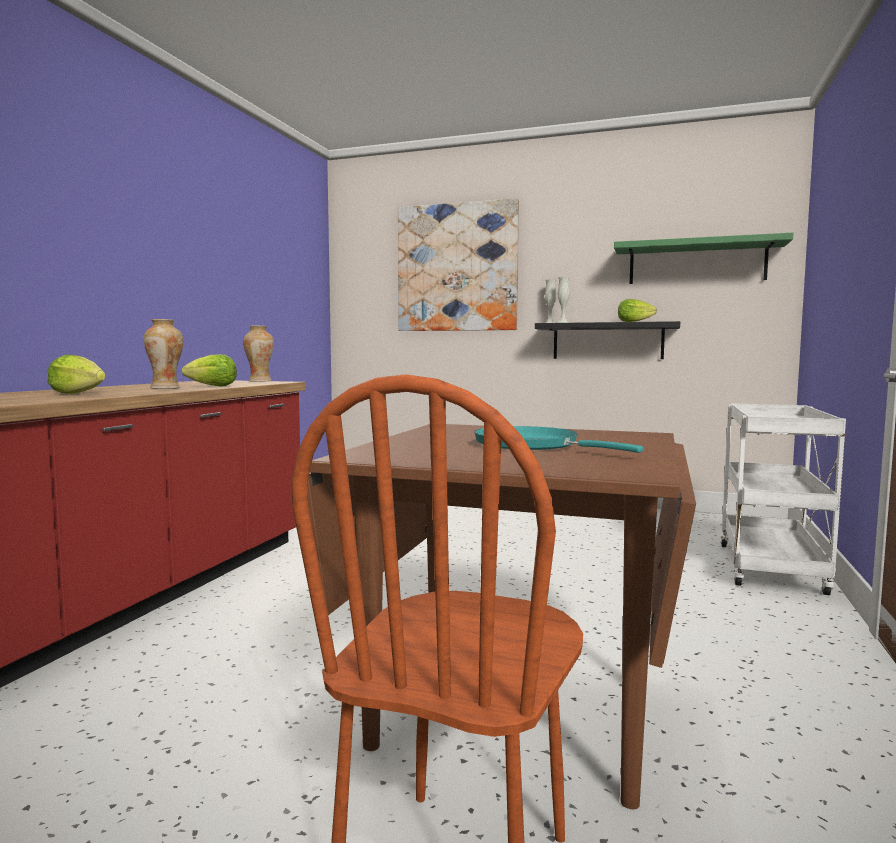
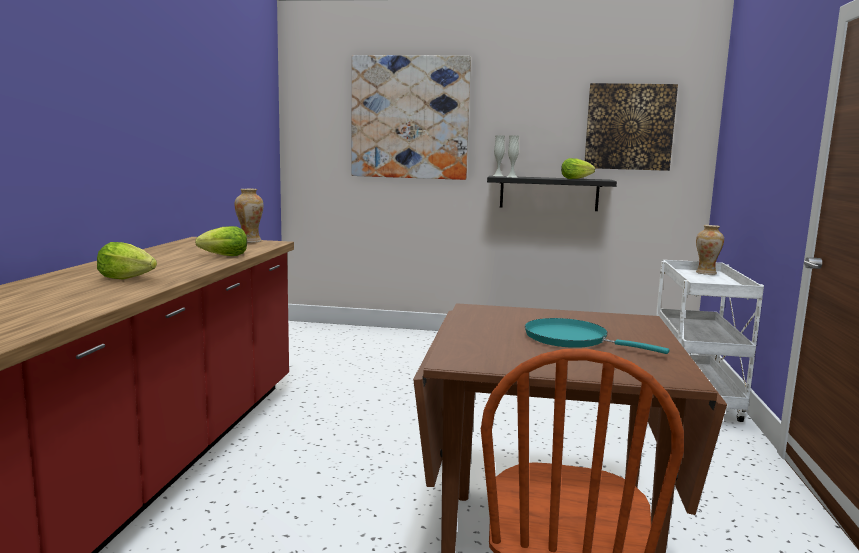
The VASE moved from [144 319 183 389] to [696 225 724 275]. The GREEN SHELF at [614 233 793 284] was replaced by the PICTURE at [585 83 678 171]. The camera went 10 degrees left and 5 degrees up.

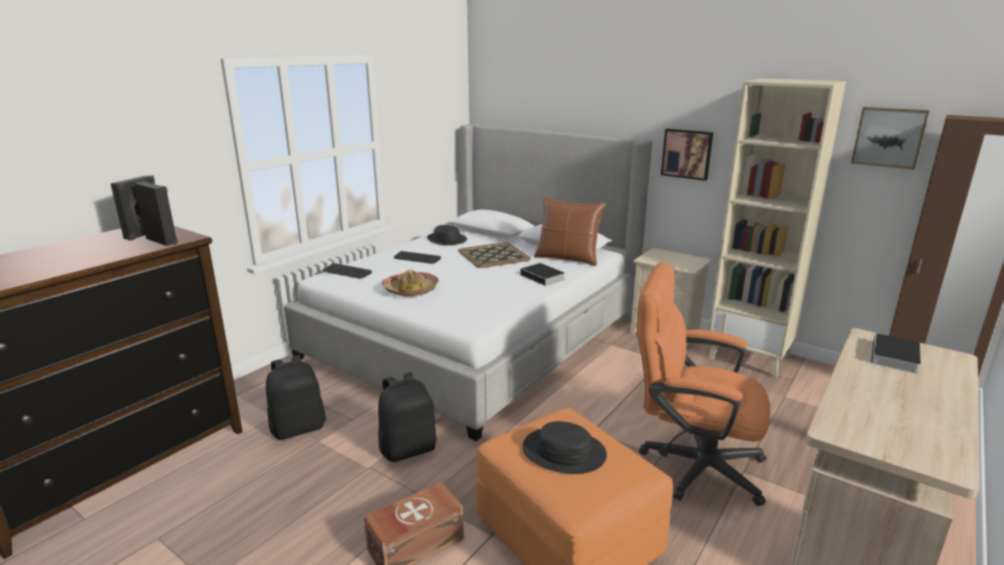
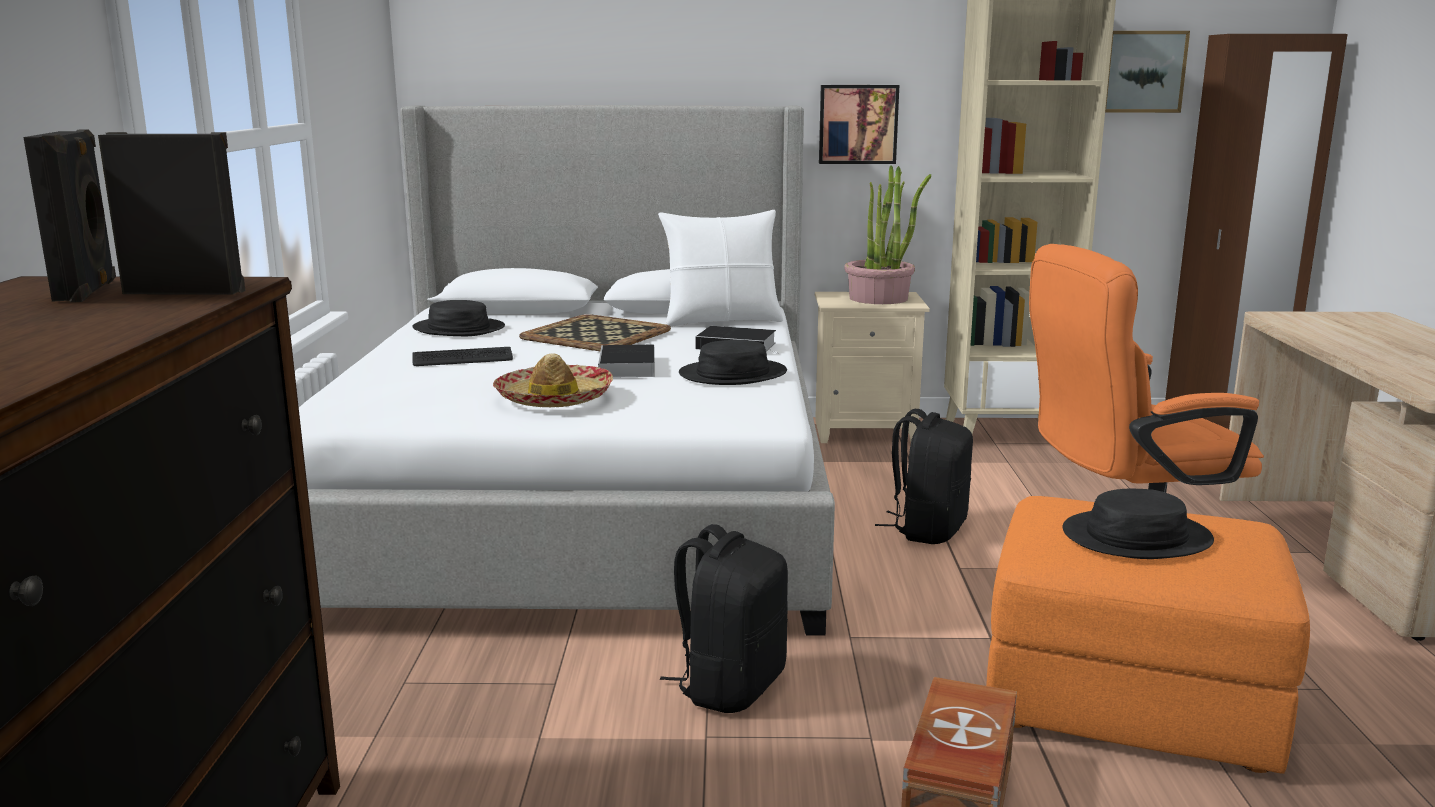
The BLACK BACKPACK moved from [266 355 326 440] to [875 409 973 544]. The KEYBOARD at [323 263 372 278] disappeared. The BROWN PILLOW at [534 196 606 266] became the WHITE PILLOW at [658 210 783 327]. The BOOK moved from [871 333 921 374] to [598 345 655 377]. The BLACK HAT at [679 340 787 385] appeared. The POTTED PLANT at [844 165 931 304] appeared. The camera went 35 degrees left and 5 degrees down.

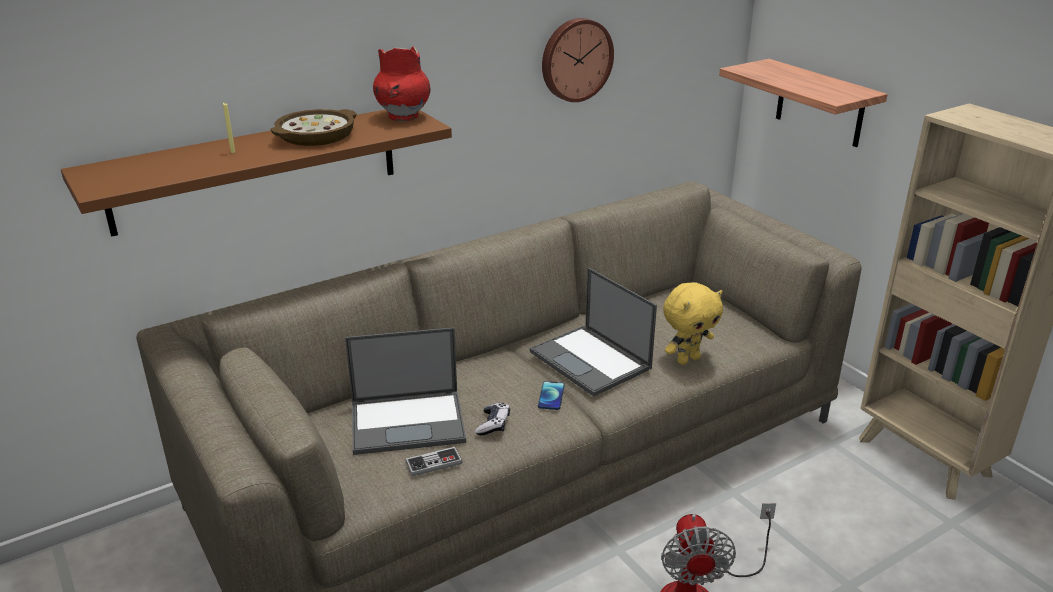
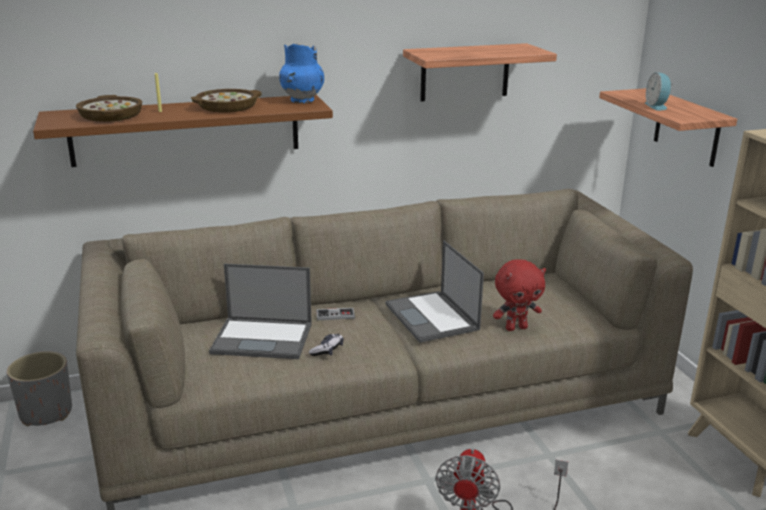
The RED VASE at [373 47 430 122] became the BLUE VASE at [279 44 324 104]. The GAME CONTROLLER moved from [405 447 462 476] to [316 308 355 320]. The PHONE at [538 381 565 410] disappeared. The WALL CLOCK at [542 18 614 102] was replaced by the SHELF at [403 43 557 101]. The YELLOW PLUSH TOY at [663 282 723 365] became the RED PLUSH TOY at [493 259 546 331]. The GREY PLANTER at [7 351 72 427] appeared. The BOWL at [76 95 142 122] appeared. The ALARM CLOCK at [645 72 671 111] appeared. The camera went 15 degrees right and 5 degrees down.

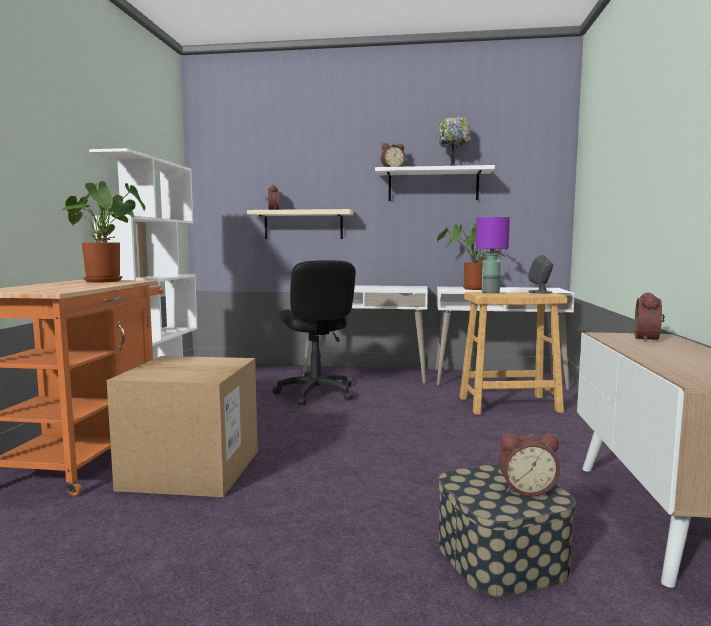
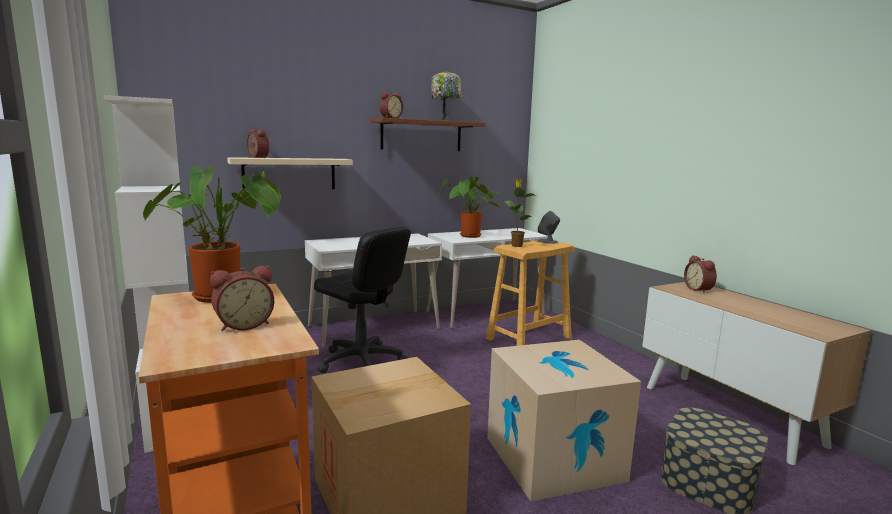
The WHITE SHELF at [375 165 495 201] became the BROWN SHELF at [370 118 486 151]. The PURPLE TABLE LAMP at [476 217 510 293] was replaced by the POTTED PLANT at [503 179 537 247]. The ALARM CLOCK moved from [499 433 560 497] to [210 266 274 331]. The CARDBOARD BOX at [487 340 641 501] appeared. The camera went 35 degrees left and 5 degrees up.

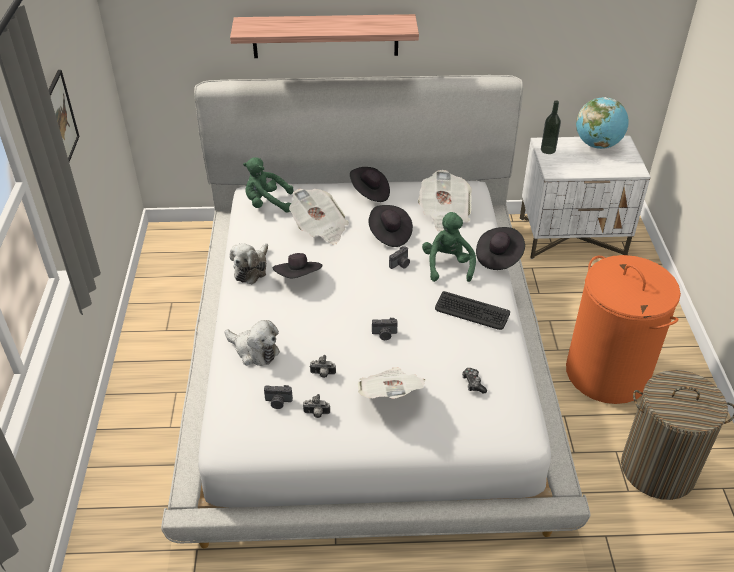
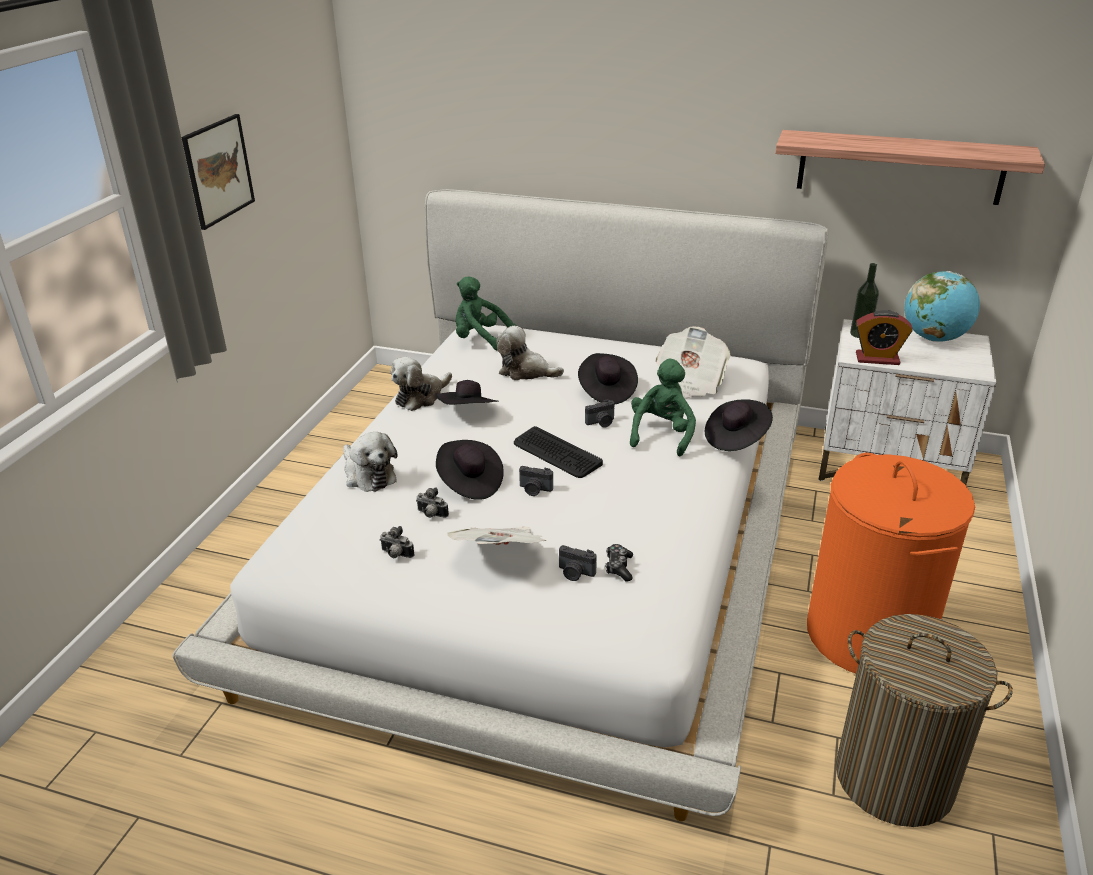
The SHELF moved from [230 14 419 58] to [775 130 1045 205]. The PHOTO CAMERA moved from [264 385 293 409] to [559 545 597 581]. The NEWSPAPER at [289 189 349 244] was replaced by the PLUSH TOY at [496 326 564 380]. The BLACK HAT moved from [350 167 390 202] to [436 440 504 500]. The KEYBOARD moved from [435 291 510 330] to [514 426 603 478]. The ALARM CLOCK at [856 310 913 365] appeared. The camera went 20 degrees right and 10 degrees down.

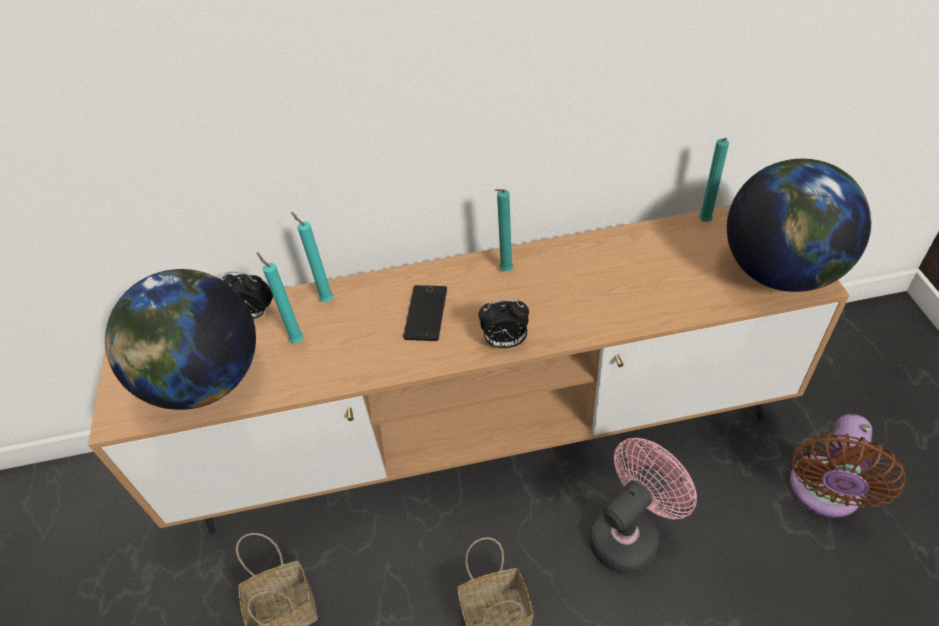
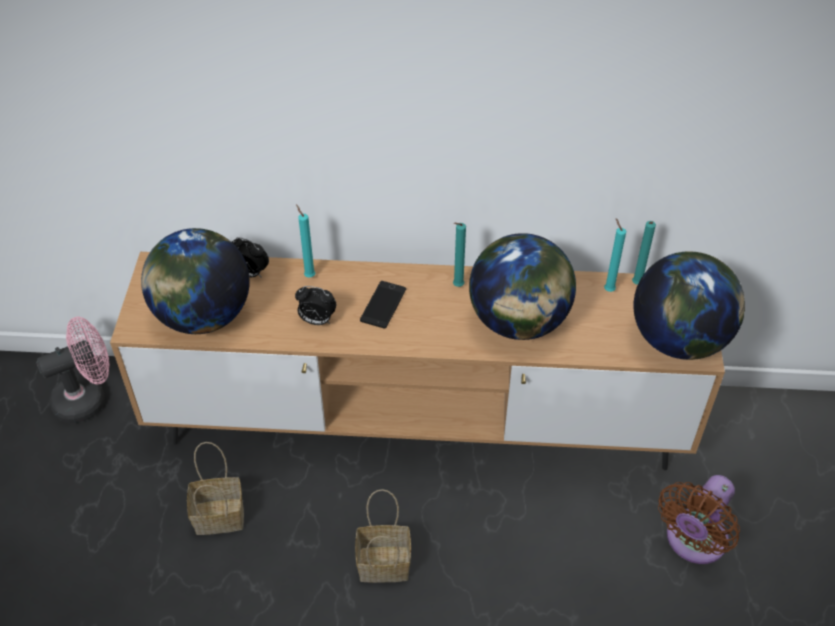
The TURQUOISE CANDLE moved from [256 252 304 343] to [604 218 626 292]. The ALARM CLOCK moved from [478 299 529 348] to [295 286 336 325]. The PINK FAN moved from [589 438 697 574] to [36 317 110 423]. The GLOBE at [469 233 576 340] appeared. The camera went 10 degrees right and 0 degrees up.

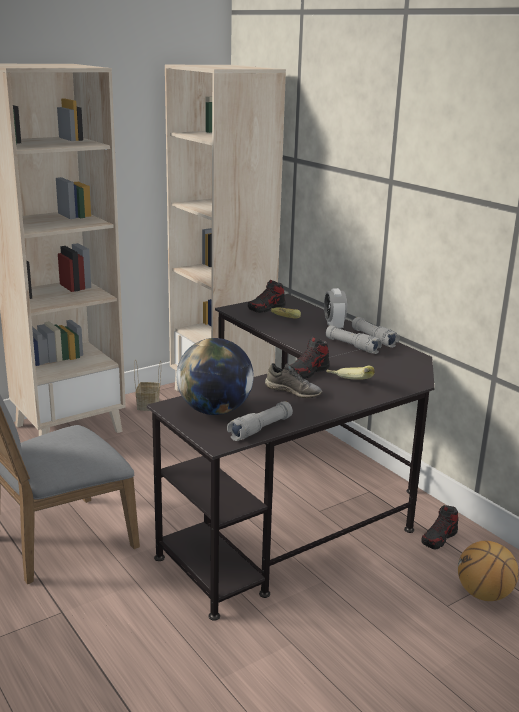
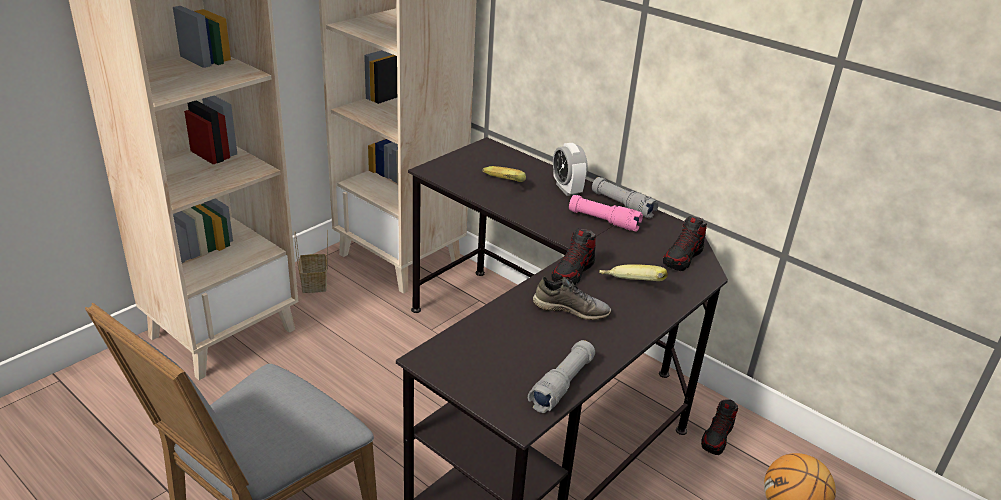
The GLOBE at [176 338 254 415] disappeared. The SHOE moved from [248 280 286 313] to [663 216 707 271]. The GREY FLASHLIGHT at [326 325 382 354] became the PINK FLASHLIGHT at [569 195 643 232]. The camera went 15 degrees left and 10 degrees up.

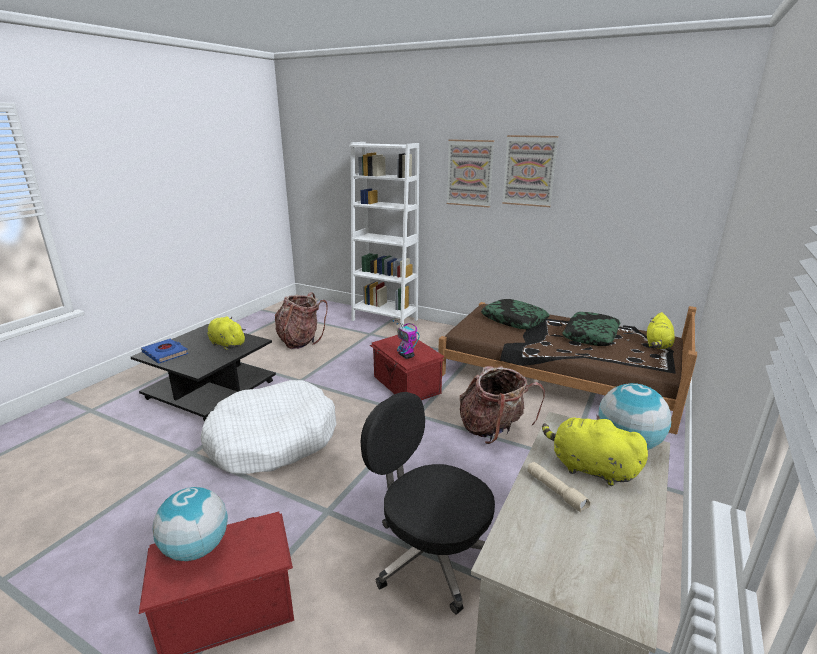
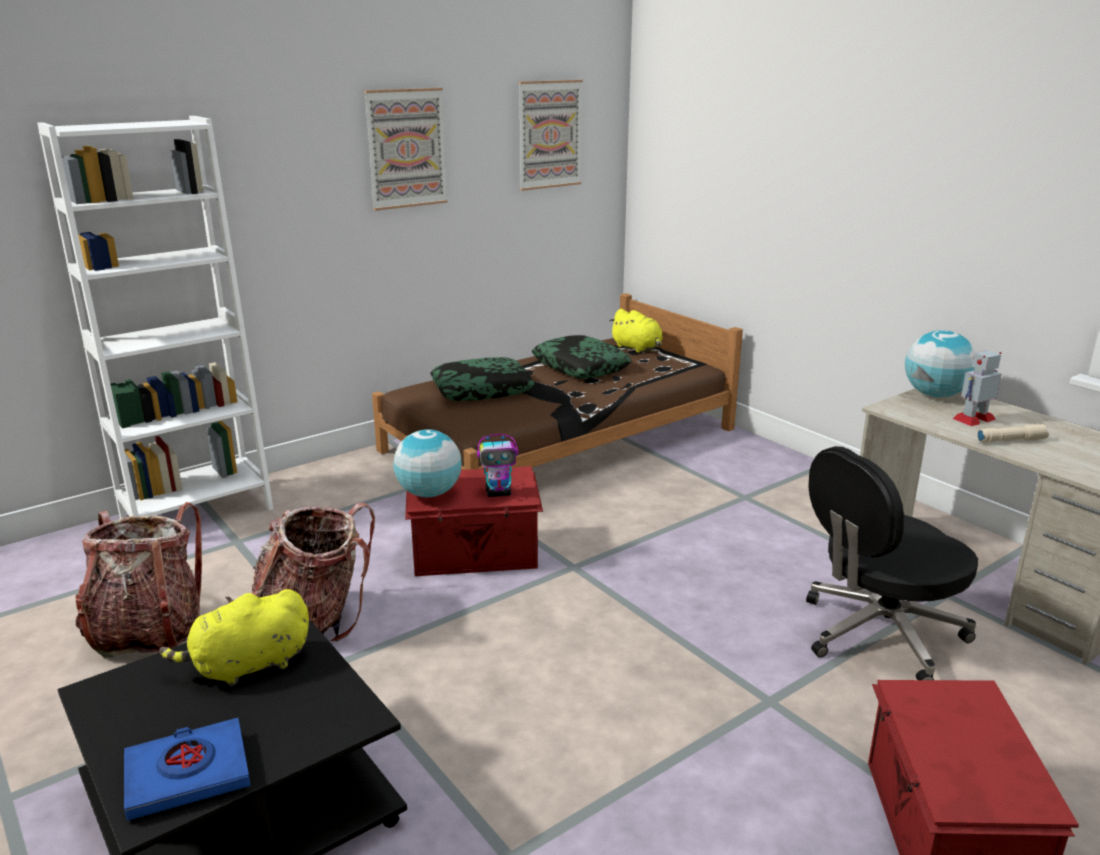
The GLOBE moved from [152 487 228 561] to [393 429 461 497]. The WHITE DOG BED at [201 380 337 474] disappeared. The PICTURE moved from [447 139 495 207] to [518 80 583 191]. The BACKPACK moved from [460 366 545 444] to [252 503 375 642]. The YELLOW PLUSH TOY at [542 415 648 486] was replaced by the TOY ROBOT at [953 350 1001 426]. The camera went 65 degrees left and 0 degrees up.

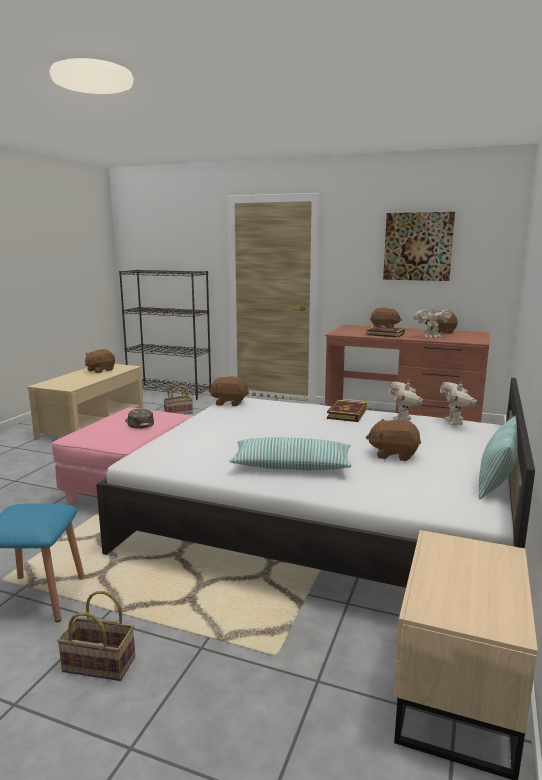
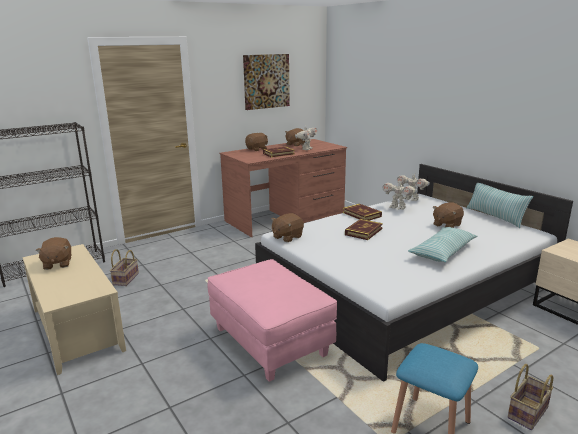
The GREEN CAP at [125 409 154 429] disappeared. The BOOK at [345 219 383 240] appeared. The camera went 55 degrees left and 5 degrees up.

